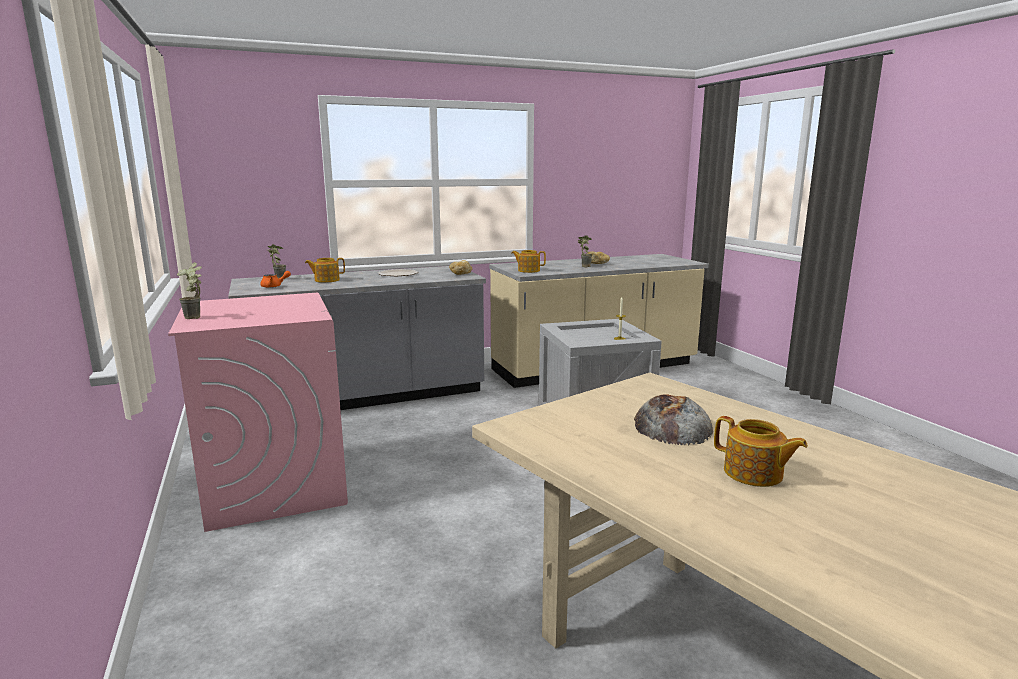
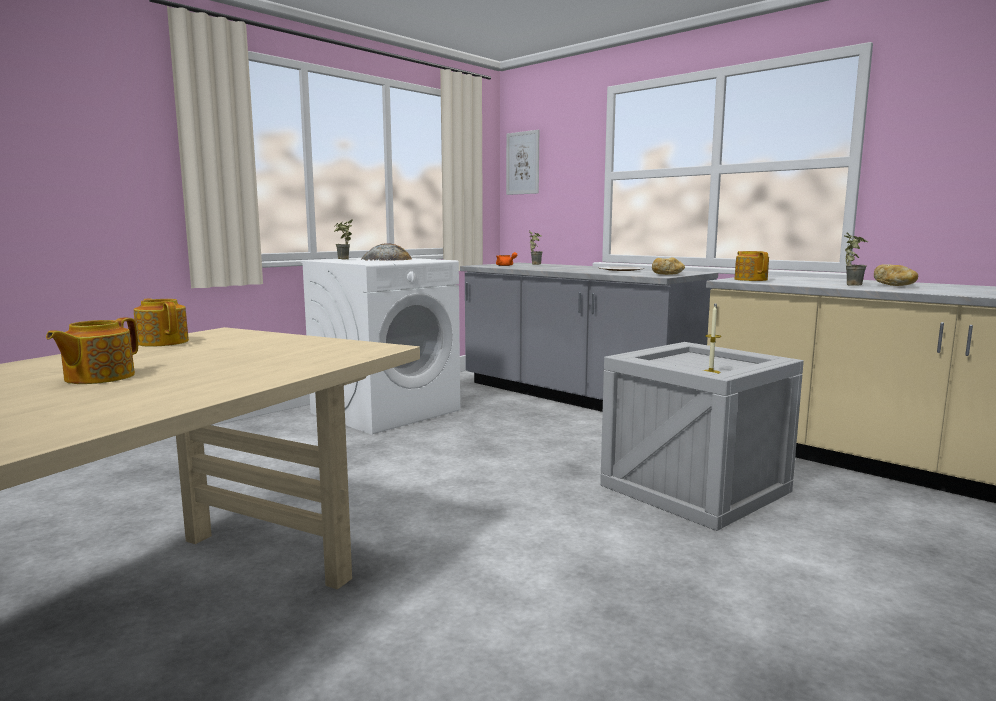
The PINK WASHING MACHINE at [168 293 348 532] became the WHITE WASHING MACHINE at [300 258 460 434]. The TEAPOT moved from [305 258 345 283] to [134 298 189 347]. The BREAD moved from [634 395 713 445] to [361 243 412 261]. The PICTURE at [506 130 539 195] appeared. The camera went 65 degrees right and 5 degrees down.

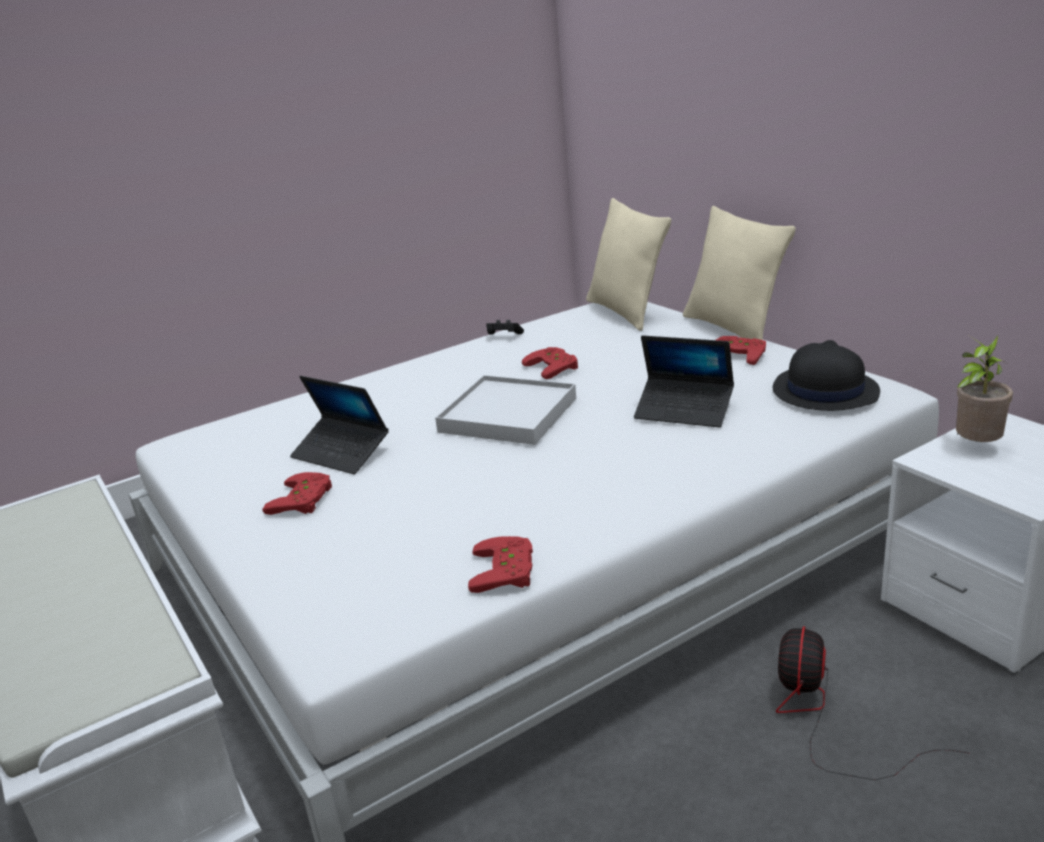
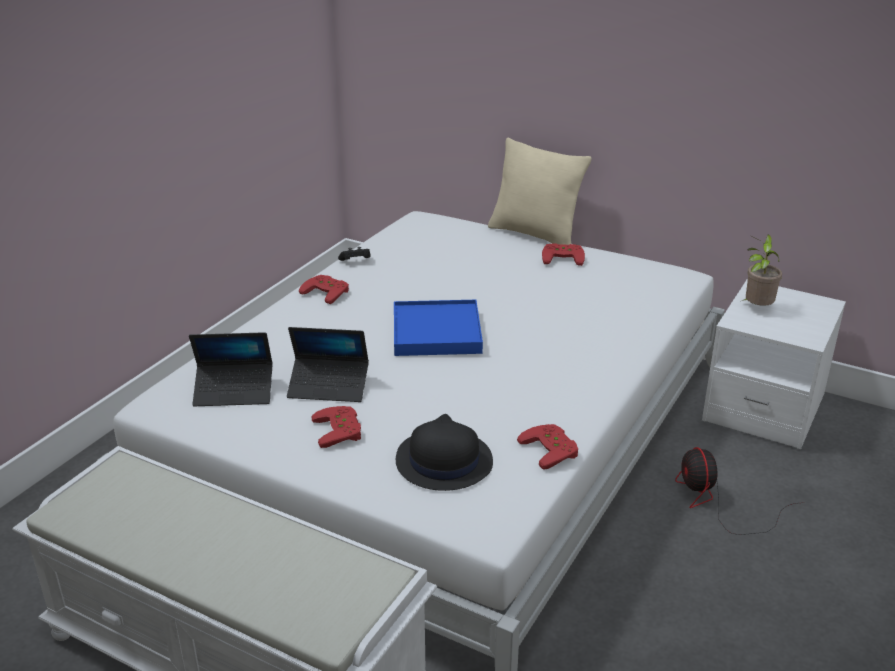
The WHITE TRAY at [435 375 576 445] became the BLUE TRAY at [394 300 483 356]. The RED GAME CONTROLLER moved from [522 347 578 379] to [299 275 349 304]. The BEIGE PILLOW at [586 198 671 331] disappeared. The LAPTOP moved from [634 335 734 428] to [189 332 272 406]. The BLACK HAT moved from [773 340 880 411] to [396 414 493 491]. The camera went 30 degrees left and 5 degrees up.

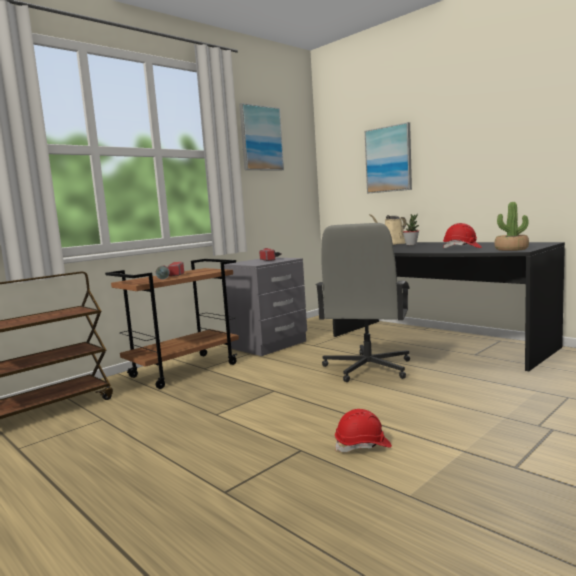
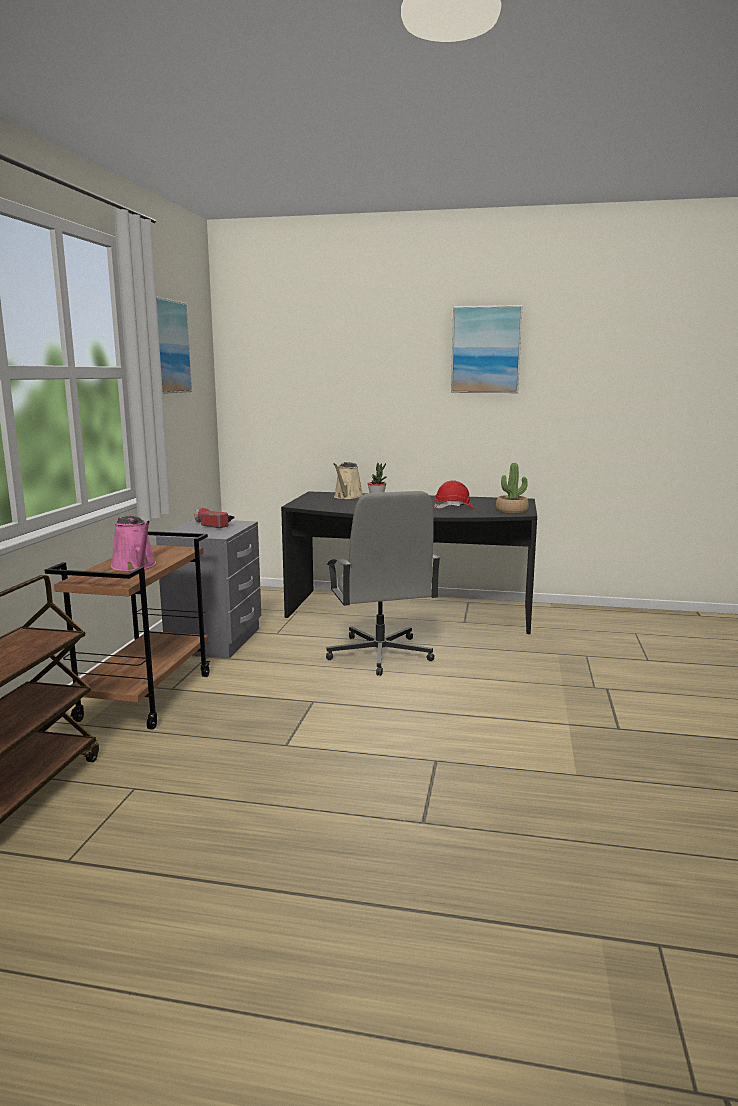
The FLASHLIGHT at [155 262 184 279] was replaced by the PINK WATERING CAN at [111 516 156 571]. The RED HARD HAT at [335 409 392 452] disappeared. The PICTURE moved from [365 122 412 193] to [451 305 523 393]. The camera went 35 degrees left and 5 degrees up.

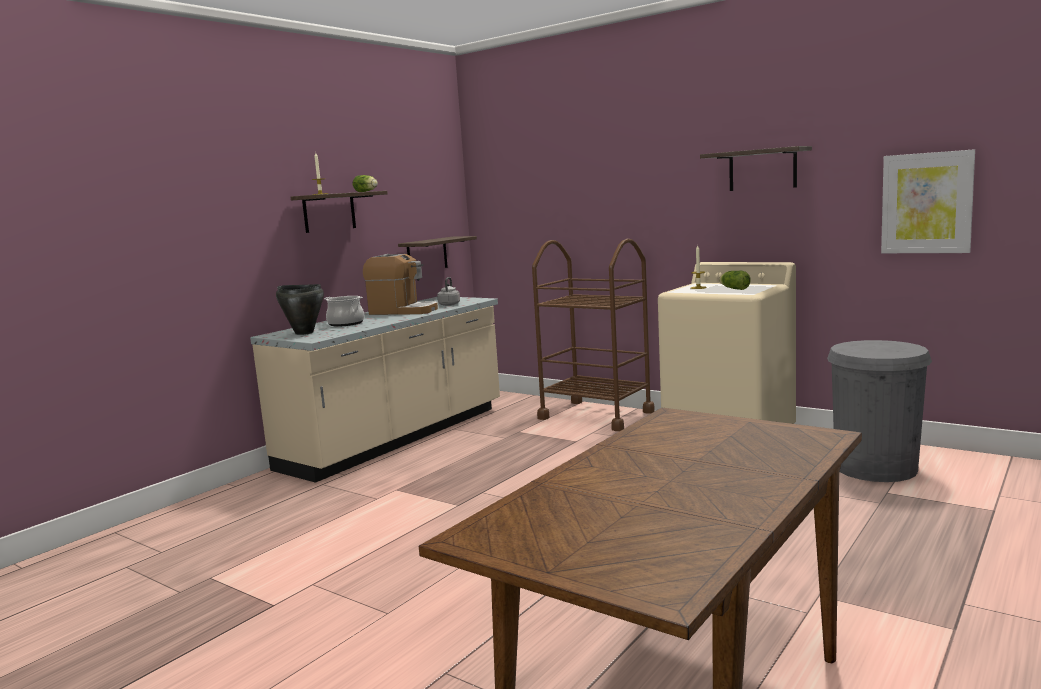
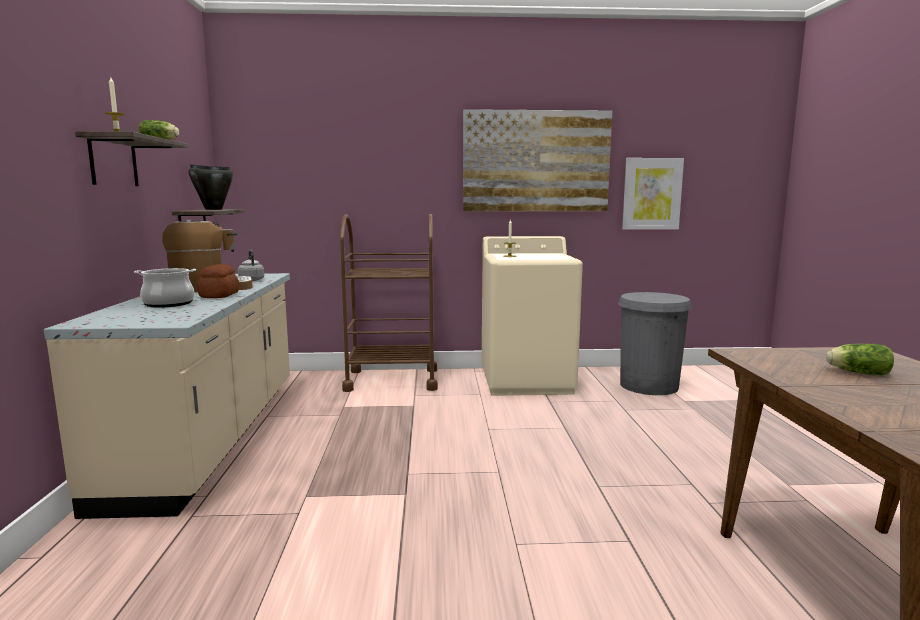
The BLACK COOKING POT moved from [276 284 324 335] to [188 164 233 210]. The SHELF at [700 146 812 191] was replaced by the PICTURE at [463 109 612 211]. The LETTUCE moved from [719 271 751 290] to [826 344 894 376]. The BREAD at [197 264 239 298] appeared. The camera went 40 degrees left and 0 degrees up.

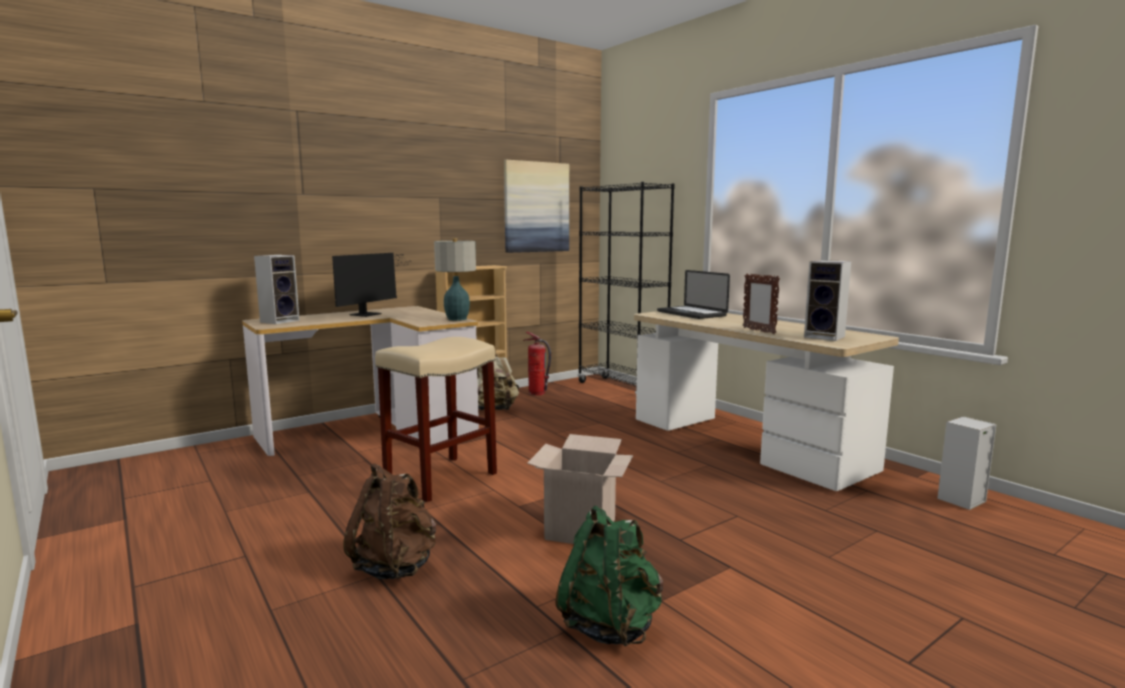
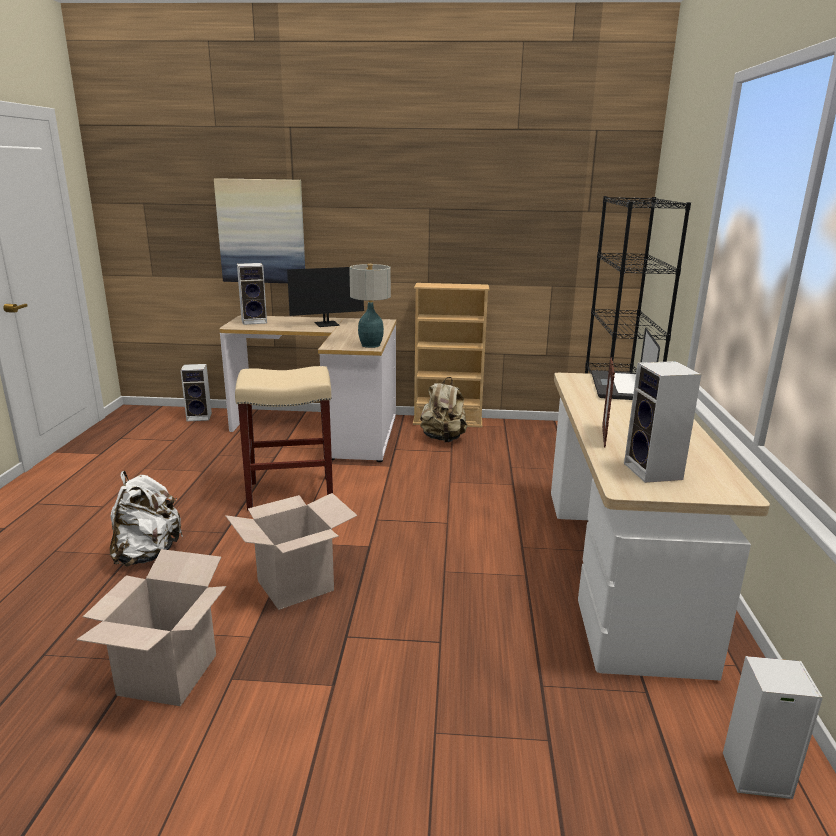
The BROWN BACKPACK at [343 463 436 579] became the WHITE BACKPACK at [110 471 183 566]. The PICTURE moved from [504 160 569 253] to [214 178 305 283]. The FIRE EXTINGUISHER at [523 332 551 395] disappeared. The GREEN BACKPACK at [556 505 663 646] was replaced by the CARDBOARD BOX at [76 549 226 706]. The SPEAKER at [180 364 212 421] appeared. The camera went 40 degrees right and 10 degrees up.

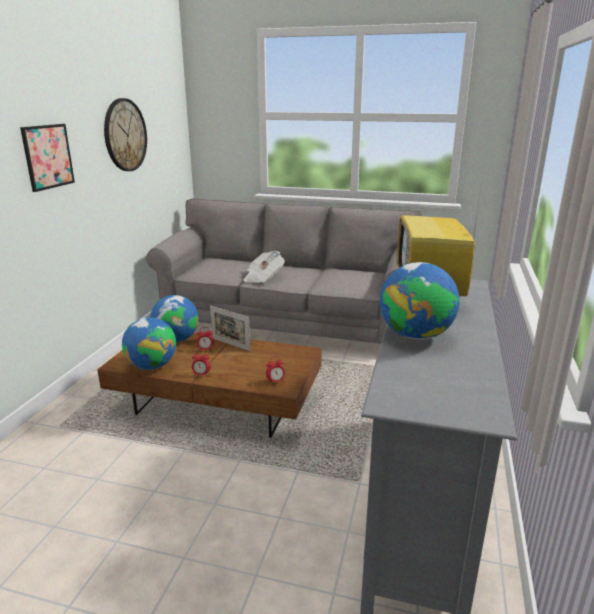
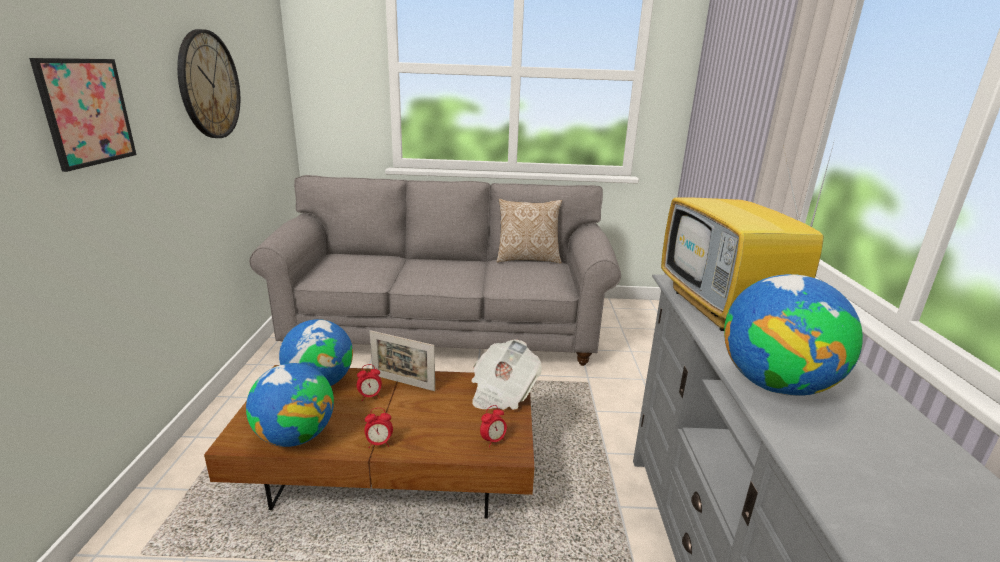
The NEWSPAPER moved from [243 251 285 283] to [471 339 542 410]. The PILLOW at [497 199 562 264] appeared. The camera went 15 degrees left and 0 degrees up.

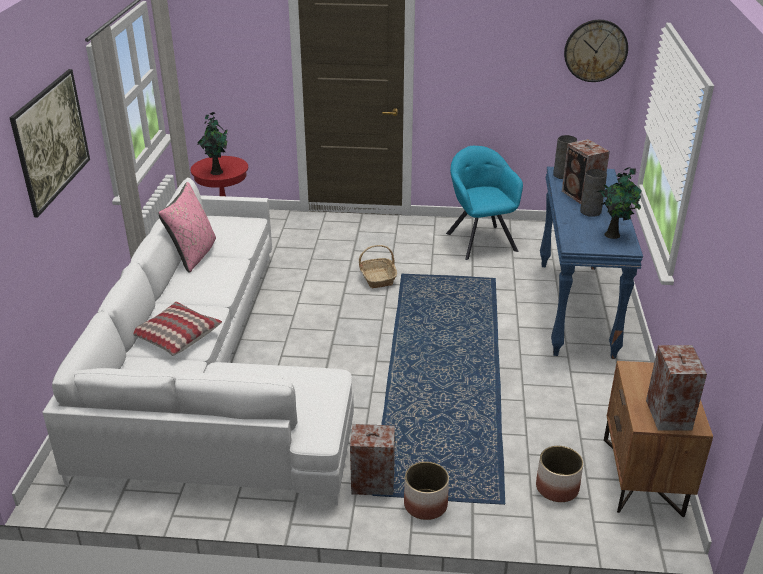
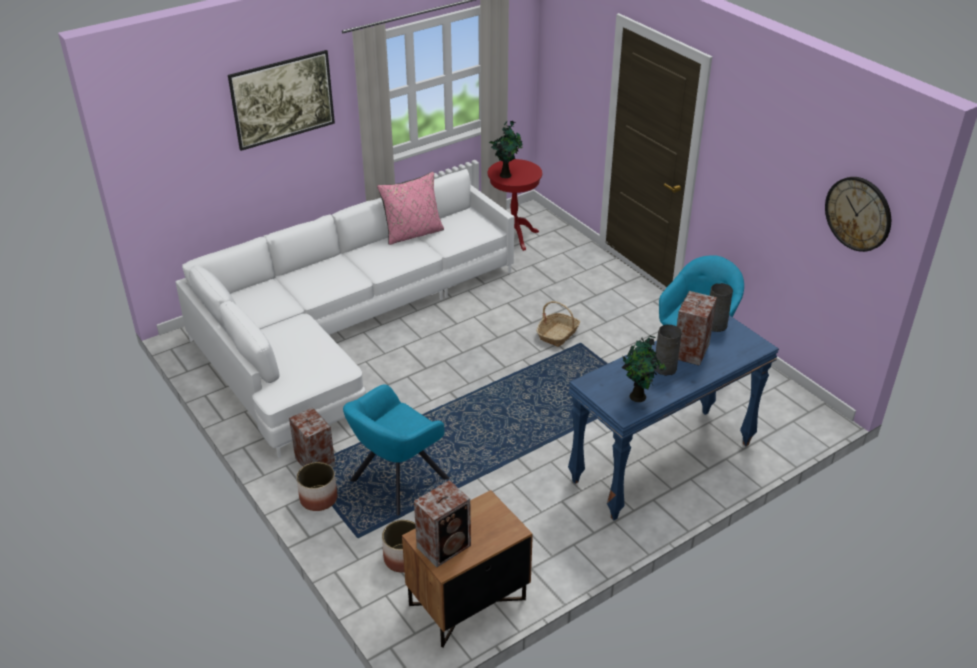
The PILLOW at [134 302 222 356] disappeared. The TURQUOISE ARMCHAIR at [343 384 449 516] appeared. The camera went 50 degrees right and 5 degrees up.

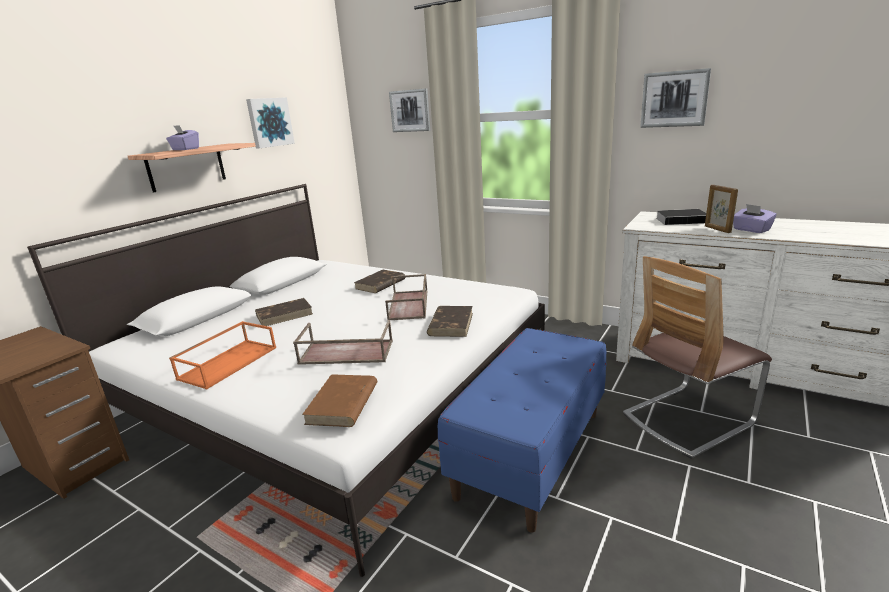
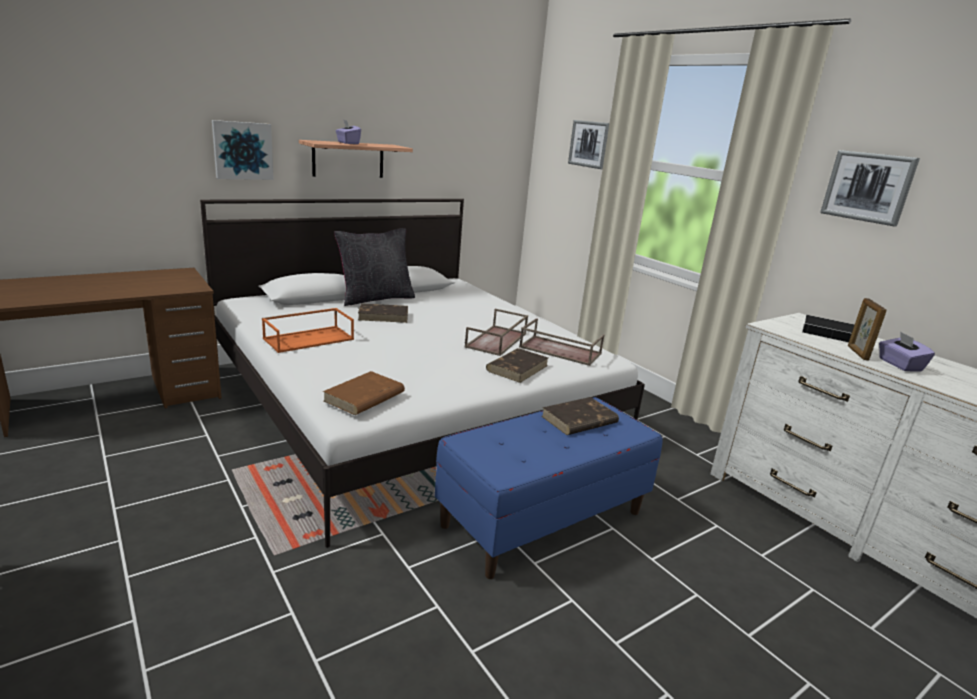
The PICTURE moved from [246 97 295 148] to [212 120 274 180]. The BROWN TRAY moved from [293 320 393 365] to [519 318 604 366]. The BROWN BOOK moved from [354 270 406 293] to [541 397 619 435]. The CHAIR at [623 256 772 459] disappeared. The BLACK PILLOW at [334 228 415 306] appeared. The camera went 20 degrees right and 0 degrees up.

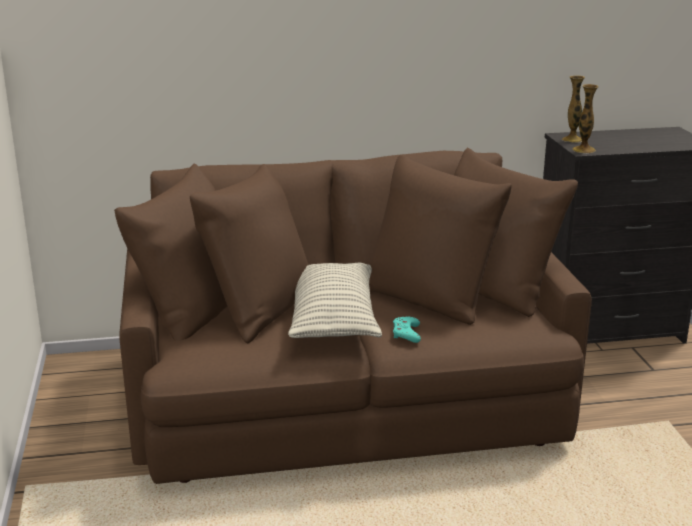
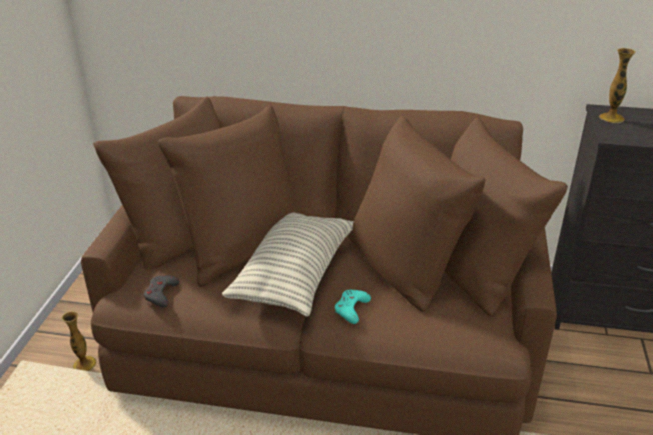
The VASE moved from [573 84 599 153] to [61 311 96 371]. The GREY GAME CONTROLLER at [144 275 180 308] appeared. The camera went 20 degrees right and 10 degrees up.

